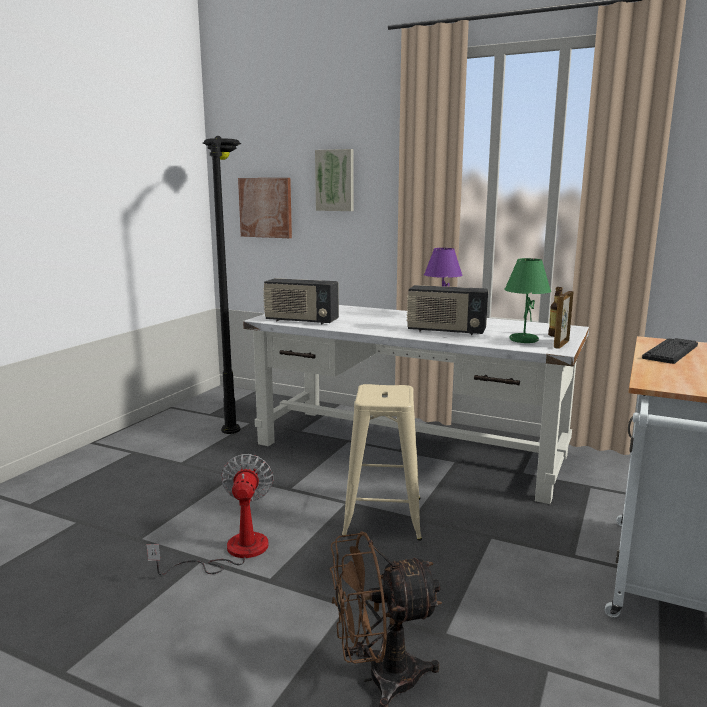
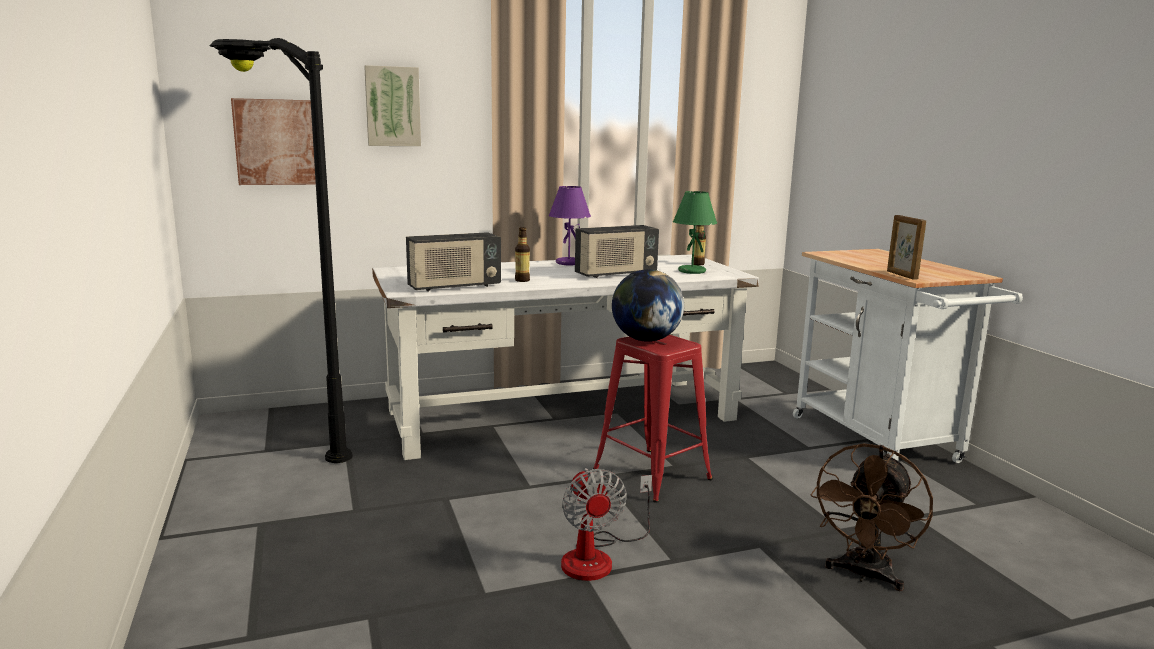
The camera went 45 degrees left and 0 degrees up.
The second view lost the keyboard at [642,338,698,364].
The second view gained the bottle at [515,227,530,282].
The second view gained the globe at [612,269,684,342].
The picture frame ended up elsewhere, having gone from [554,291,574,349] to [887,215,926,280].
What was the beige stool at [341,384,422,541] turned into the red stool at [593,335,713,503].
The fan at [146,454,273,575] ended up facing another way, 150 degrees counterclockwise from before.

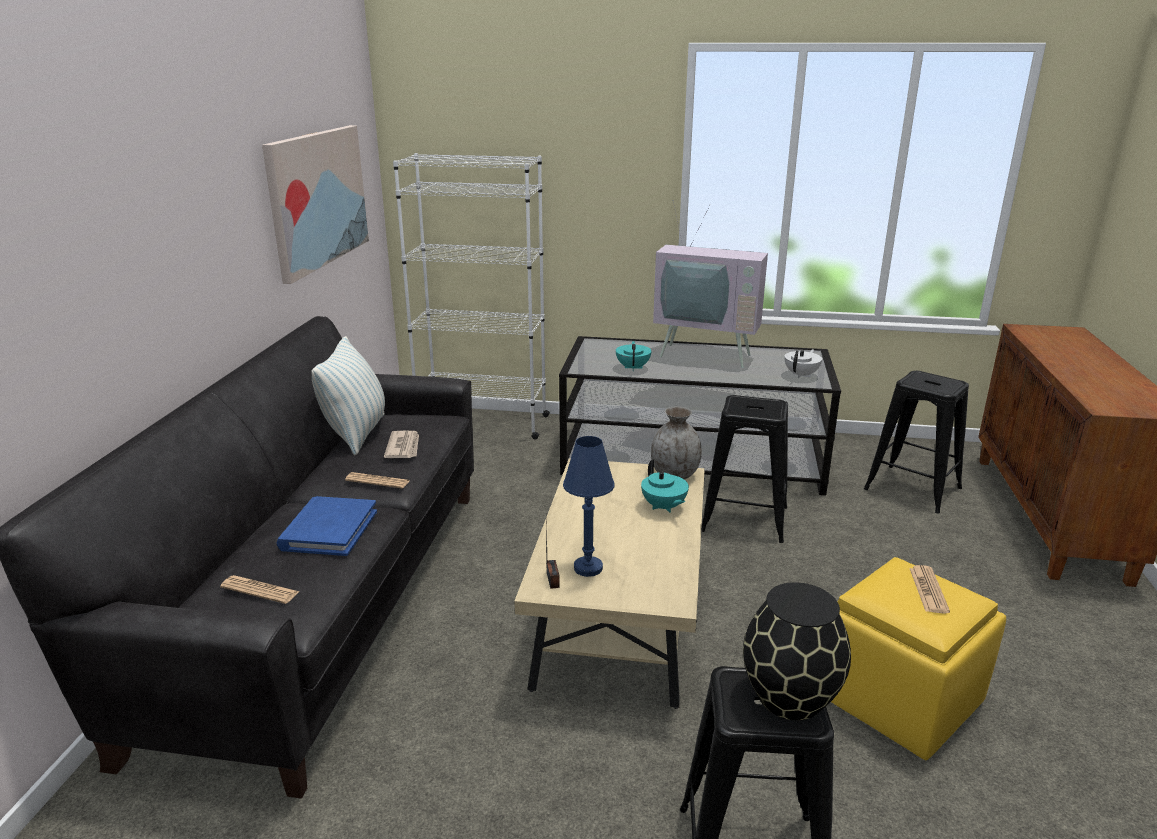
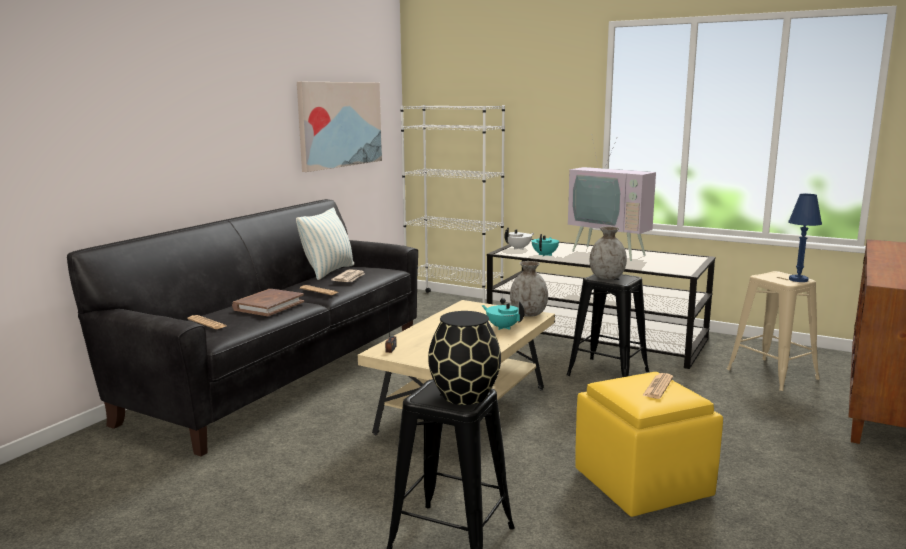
The camera went 20 degrees right and 10 degrees down.
The second view gained the grey vase at [590,226,627,279].
The blue table lamp ended up elsewhere, having gone from [563,436,615,577] to [788,194,822,282].
The white teapot ended up elsewhere, having gone from [784,349,822,378] to [504,227,534,250].
What was the blue book at [276,496,377,556] turned into the brown book at [232,289,304,316].
What was the black stool at [864,371,969,514] turned into the beige stool at [727,271,820,391].
The turquoise teapot at [641,460,689,513] ended up facing another way, 135 degrees clockwise from before.

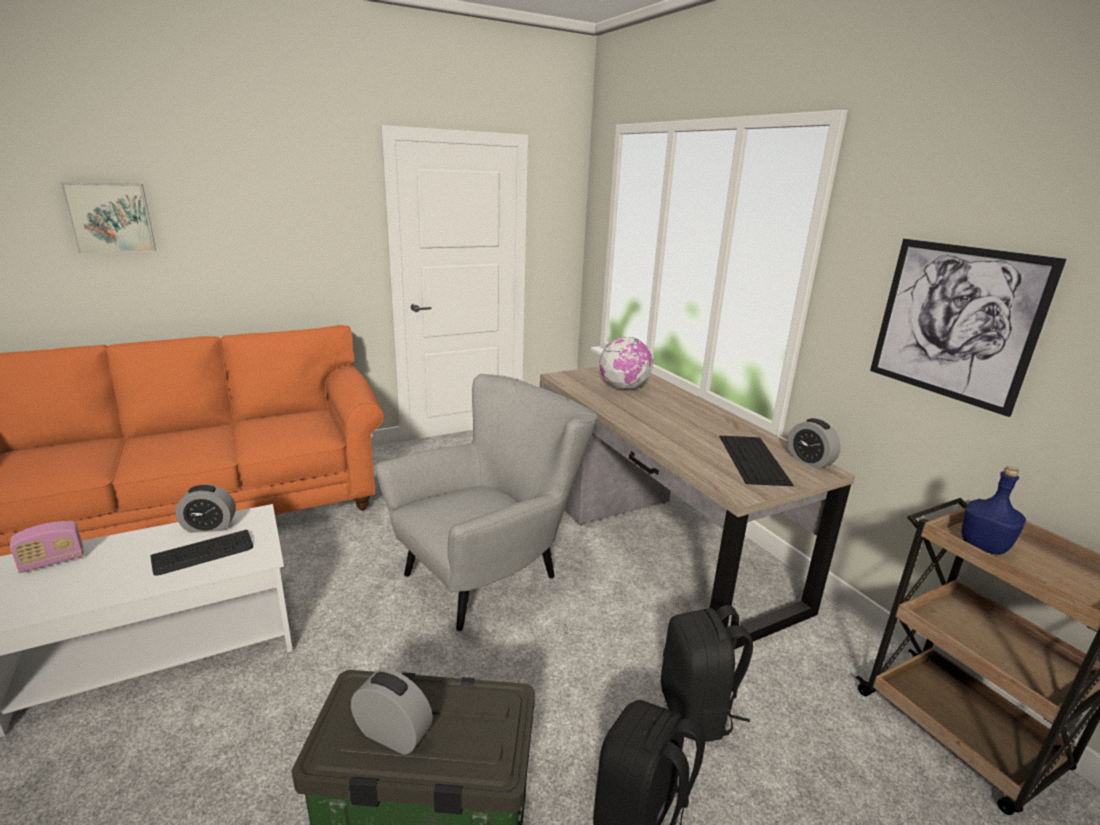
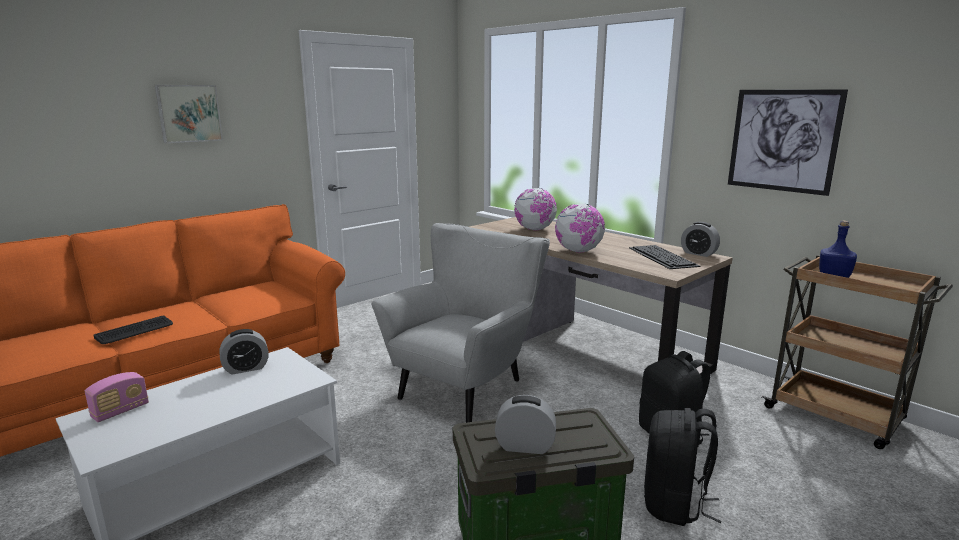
The camera went 15 degrees left and 5 degrees down.
The second view gained the globe at [555,204,605,252].
The picture ended up elsewhere, having gone from [60,182,156,253] to [155,85,223,143].
The keyboard ended up elsewhere, having gone from [151,530,253,575] to [94,316,173,344].

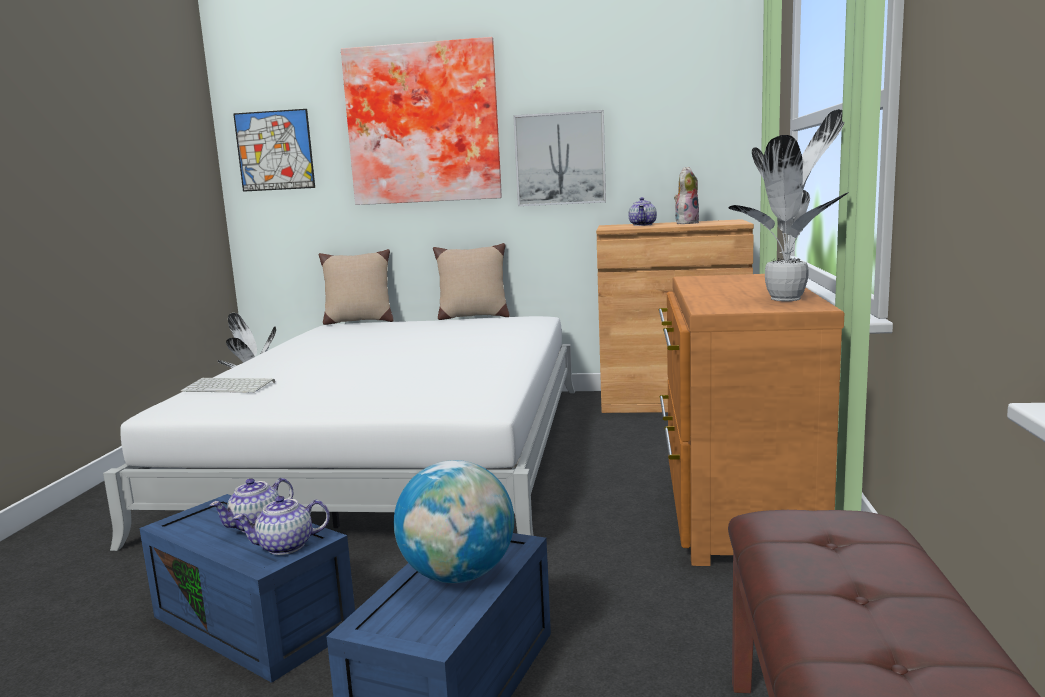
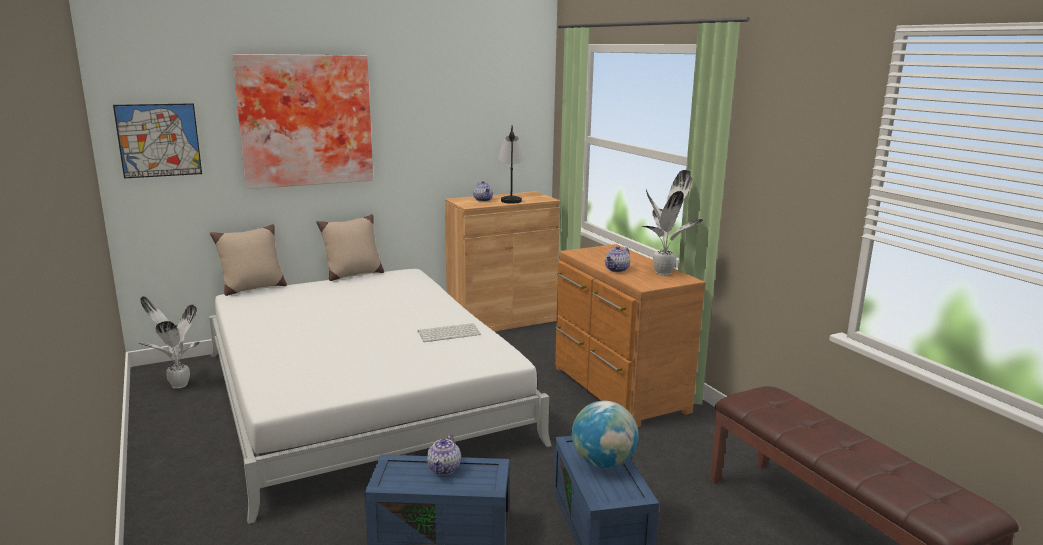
The camera went 35 degrees left and 5 degrees up.
The second view lost the picture at [513,110,606,206].
The keyboard ended up elsewhere, having gone from [181,378,275,393] to [418,323,481,342].
The teapot ended up elsewhere, having gone from [233,496,330,555] to [605,246,630,272].
Where the plush toy stood at [674,167,699,224], the table lamp came to stand at [498,125,525,204].

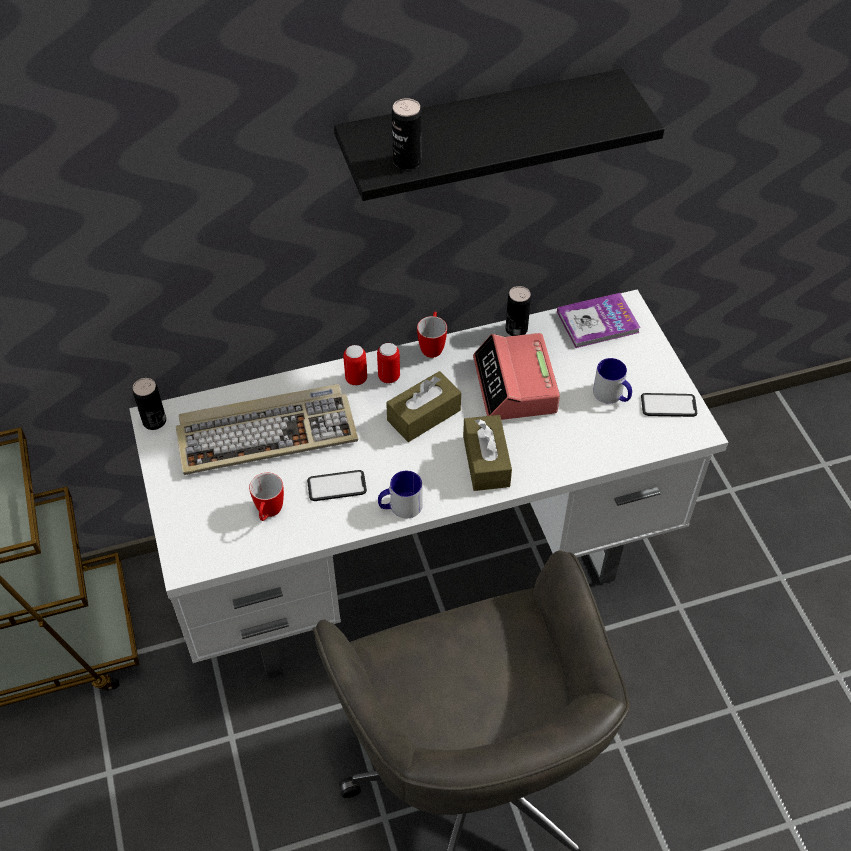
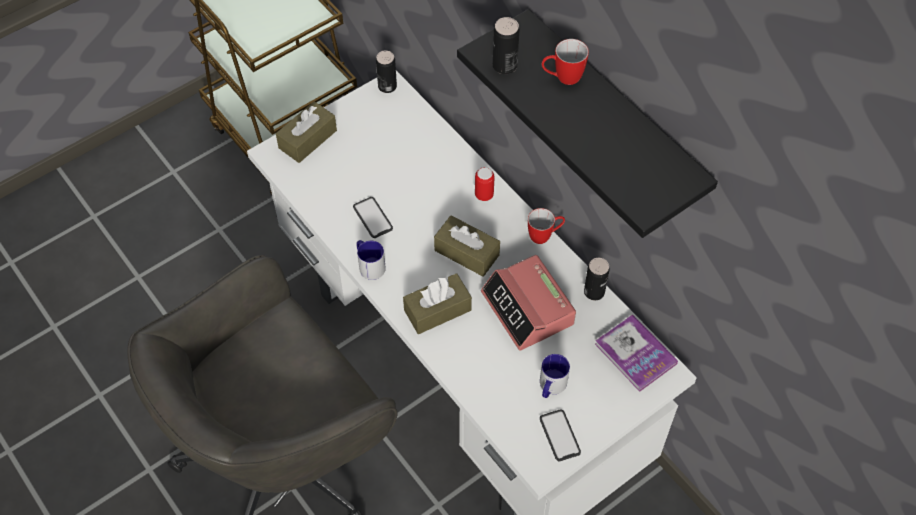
The camera went 70 degrees right and 5 degrees up.
The second view lost the keyboard at [176,384,358,475].
The second view lost the can at [377,343,400,383].
The second view gained the brown tissue box at [276,101,337,163].
The mug ended up elsewhere, having gone from [249,473,284,521] to [542,39,589,85].
The alarm clock at [473,333,560,420] ended up facing another way, 90 degrees counterclockwise from before.

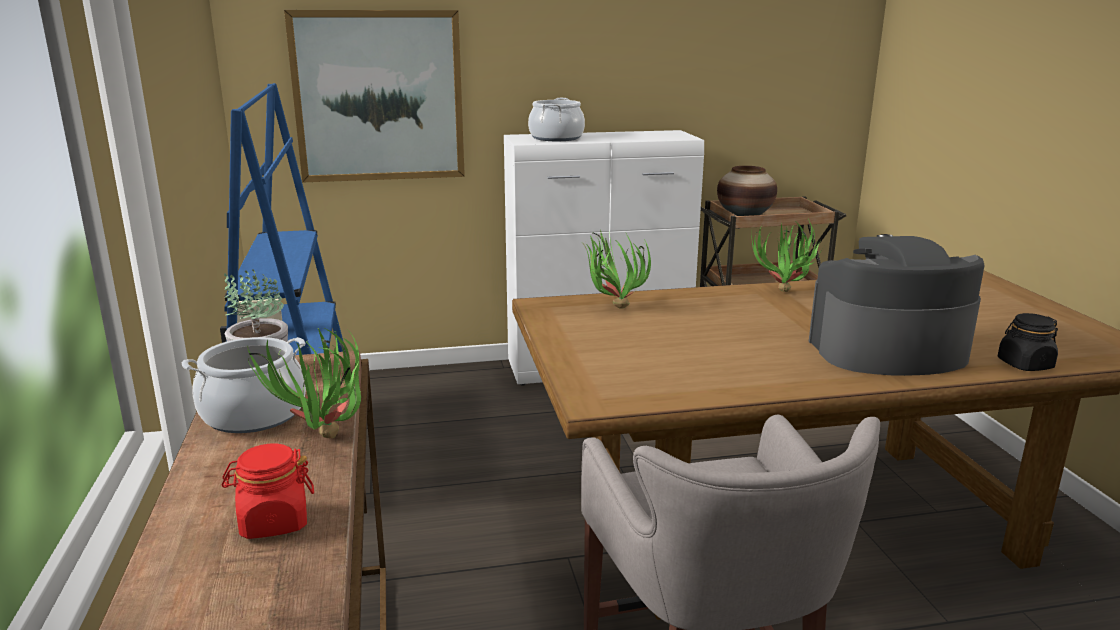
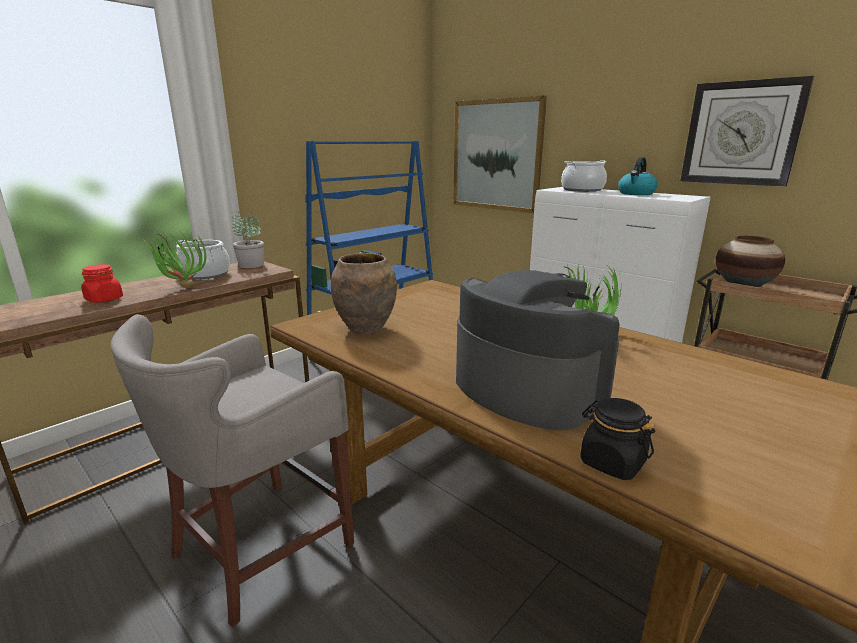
The camera went 55 degrees right and 0 degrees up.
The second view lost the potted plant at [584,228,651,309].
The second view gained the brown vase at [330,253,397,334].
The second view gained the kettle at [618,157,658,195].
The second view gained the wall clock at [681,76,814,187].

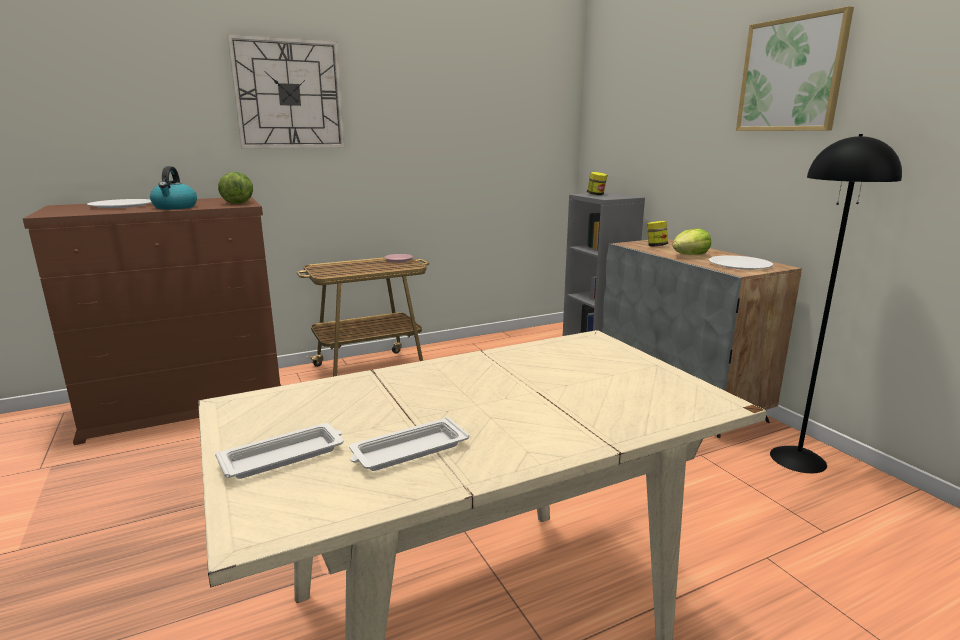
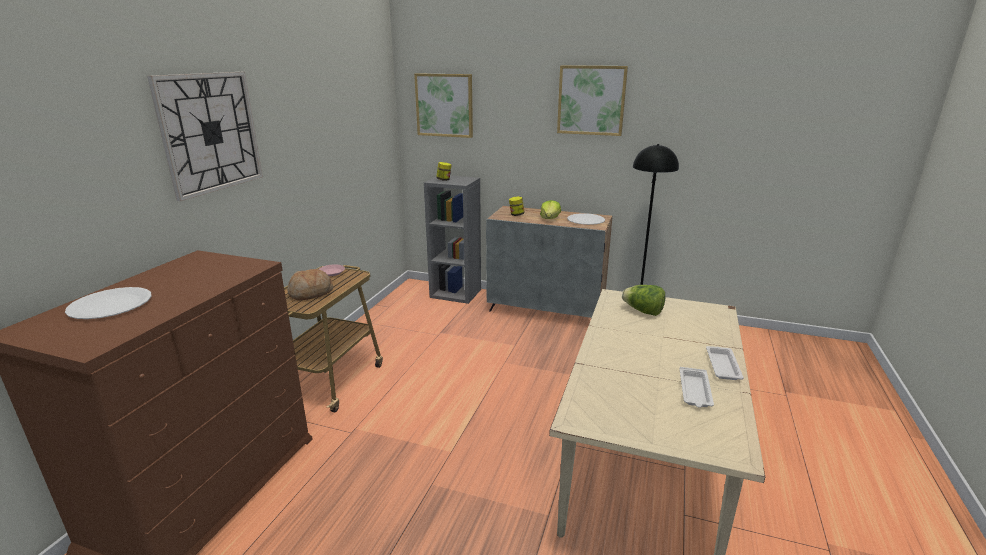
The camera went 45 degrees left and 5 degrees up.
The second view lost the kettle at [150,166,197,209].
The second view gained the bread at [287,269,333,300].
The second view gained the picture at [414,73,473,138].
The white tray ended up elsewhere, having gone from [215,423,343,479] to [706,346,744,380].
The lettuce ended up elsewhere, having gone from [218,172,253,204] to [622,285,665,316].

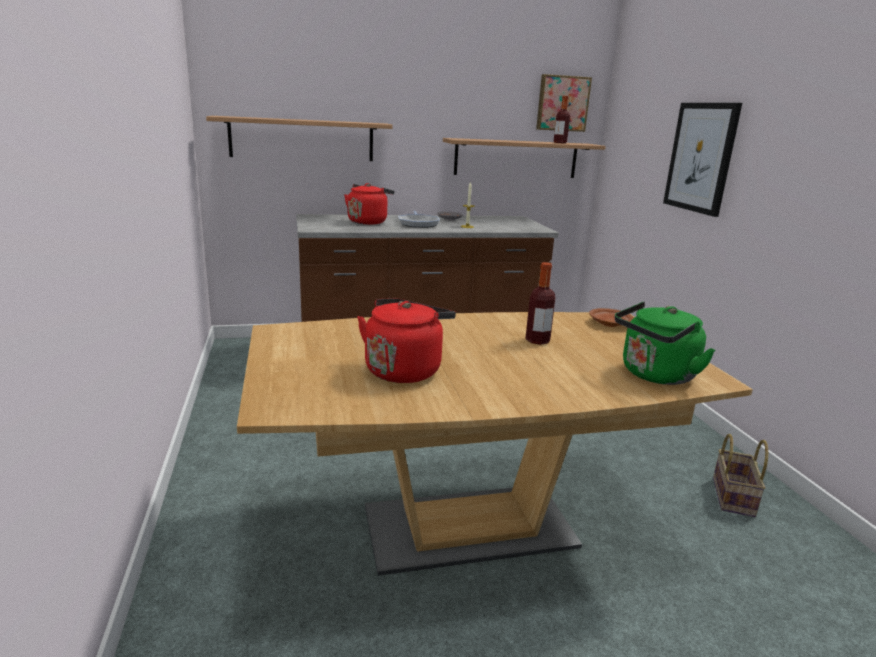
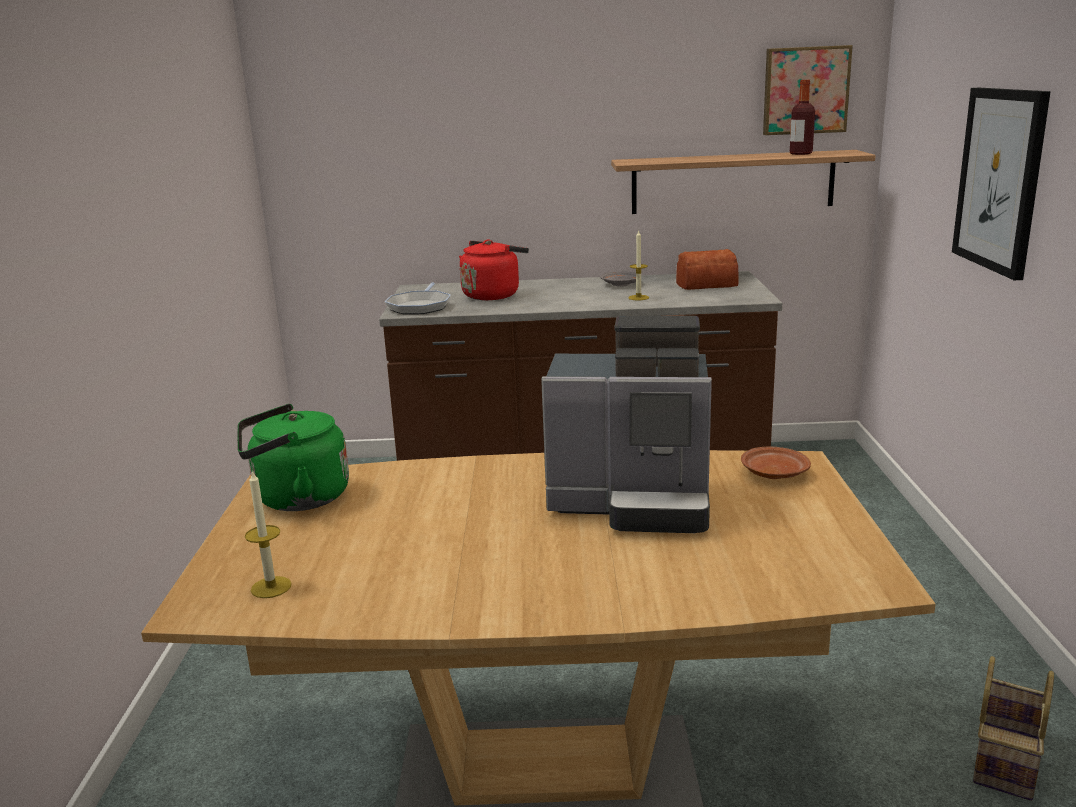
The camera went 15 degrees right and 0 degrees up.
The second view lost the shelf at [206,116,393,161].
The second view lost the red kettle at [357,298,456,383].
The second view gained the candle at [245,470,292,598].
The second view gained the bread at [676,249,739,290].
The frying pan ended up elsewhere, having gone from [398,211,440,228] to [385,282,451,315].
The green kettle ended up elsewhere, having gone from [615,302,715,385] to [238,404,349,511].
Where the bottle stood at [525,262,556,345], the coffee machine came to stand at [541,316,712,533].

